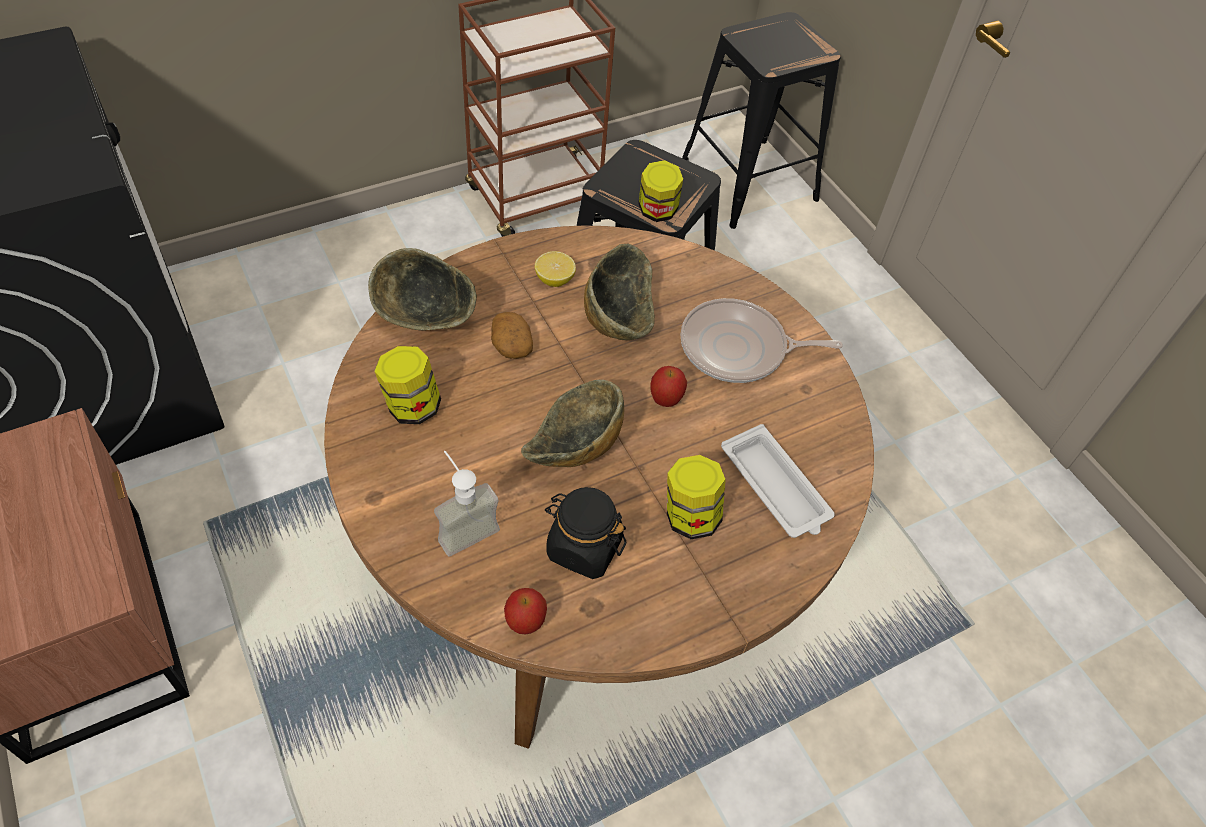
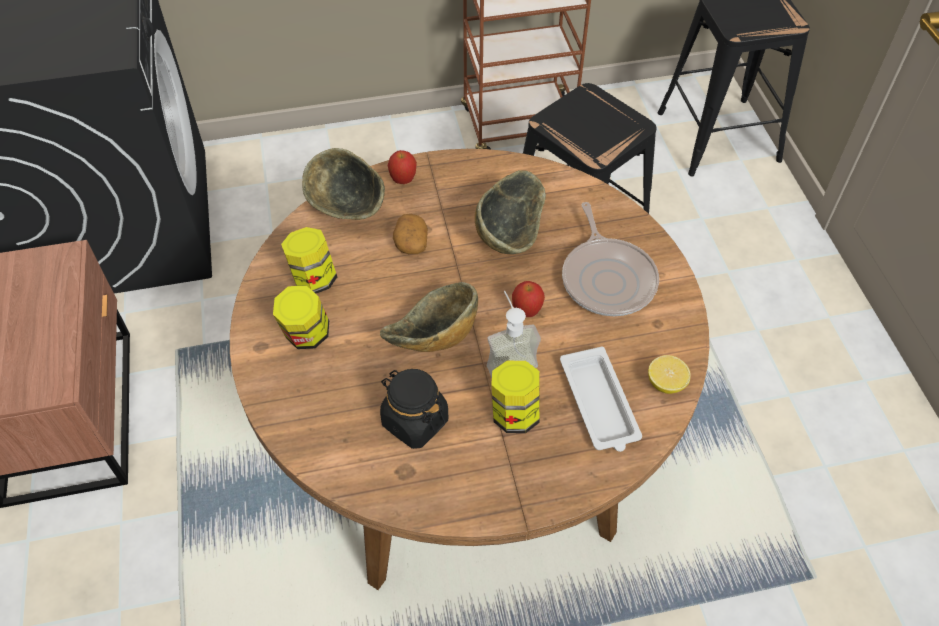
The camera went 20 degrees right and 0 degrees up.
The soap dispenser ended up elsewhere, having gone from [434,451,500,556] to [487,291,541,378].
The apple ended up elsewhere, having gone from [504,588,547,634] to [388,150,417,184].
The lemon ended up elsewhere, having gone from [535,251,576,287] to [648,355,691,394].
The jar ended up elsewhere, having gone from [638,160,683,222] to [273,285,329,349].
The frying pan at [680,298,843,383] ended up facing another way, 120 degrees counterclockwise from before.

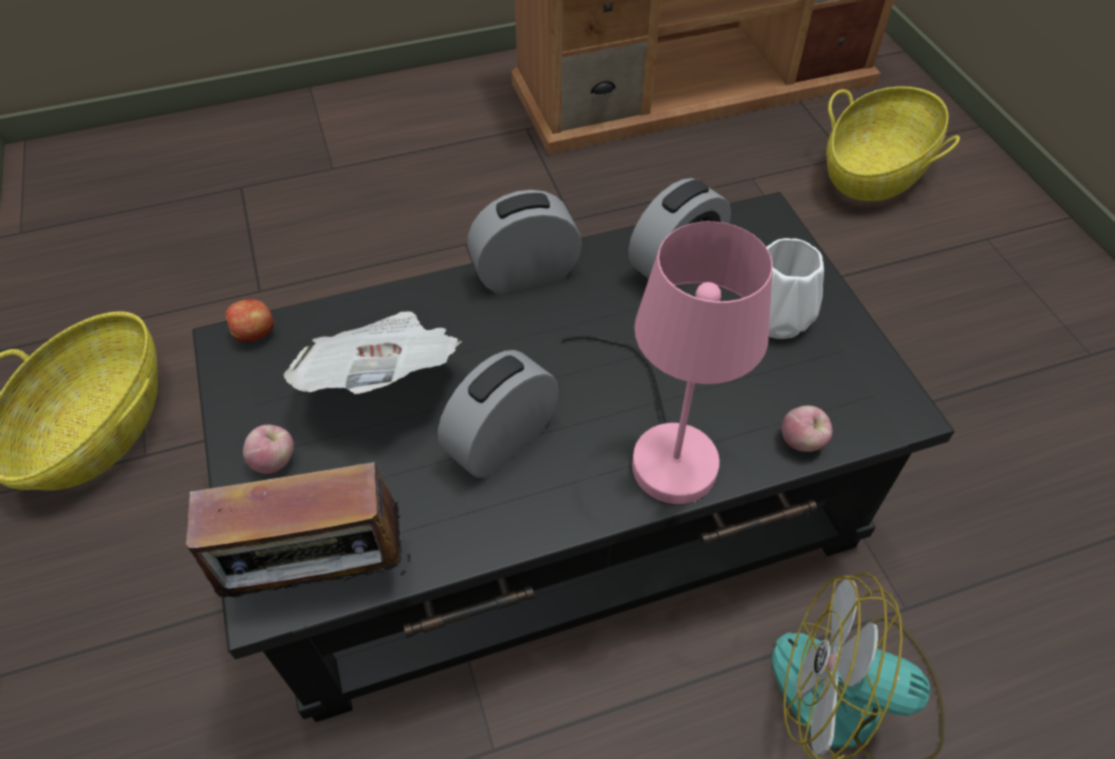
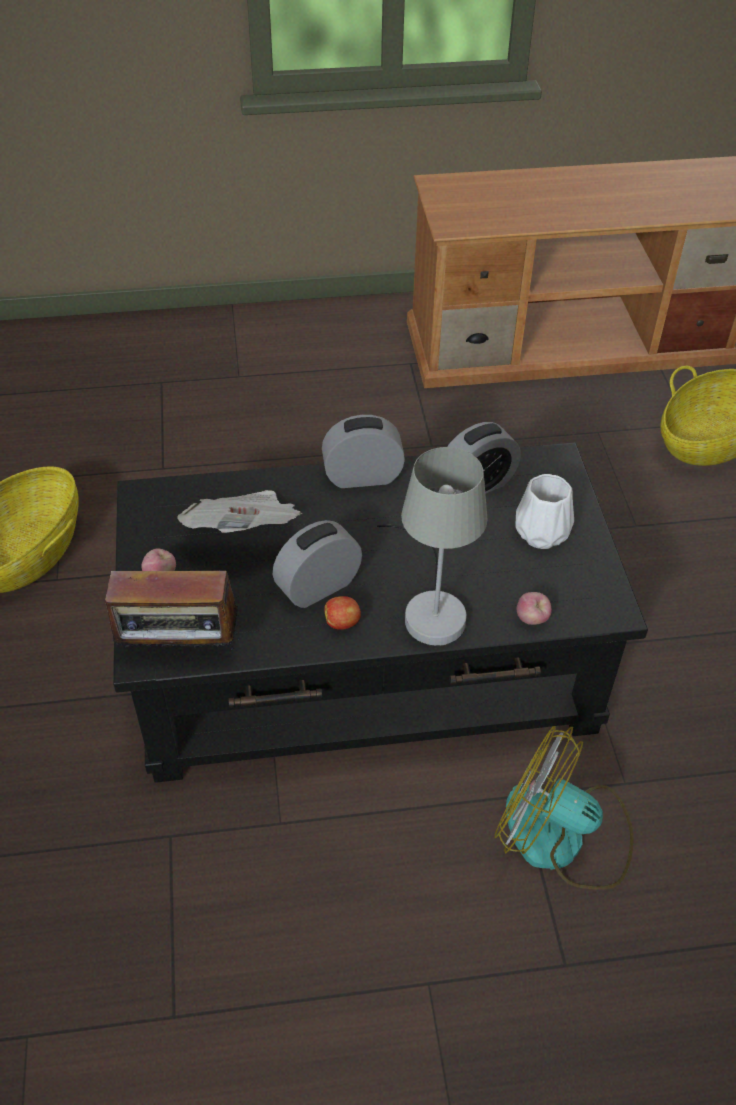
The camera went 10 degrees right and 5 degrees down.
The apple ended up elsewhere, having gone from [226,299,274,342] to [324,596,361,630].
What was the pink table lamp at [561,221,773,505] turned into the grey table lamp at [377,447,487,646].

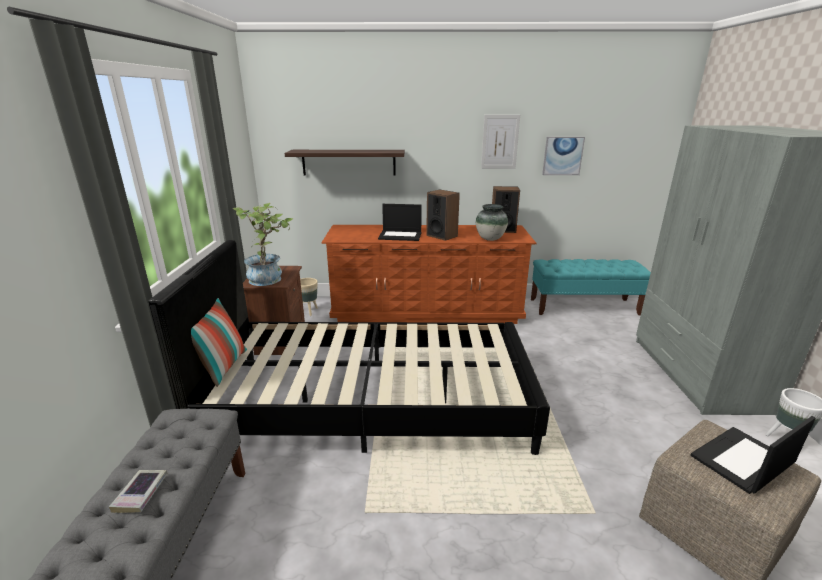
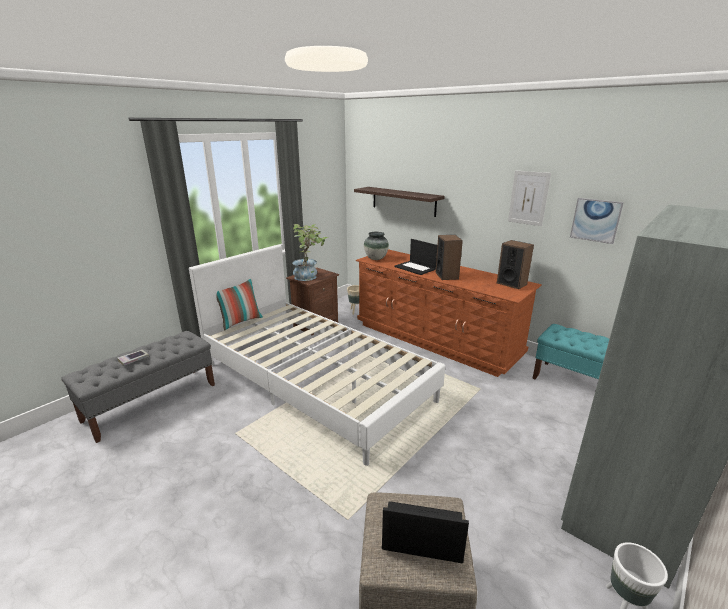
The camera went 40 degrees right and 0 degrees up.
The vase ended up elsewhere, having gone from [476,204,508,241] to [364,232,389,260].
What was the black bed at [149,240,550,455] turned into the white bed at [189,245,445,466].

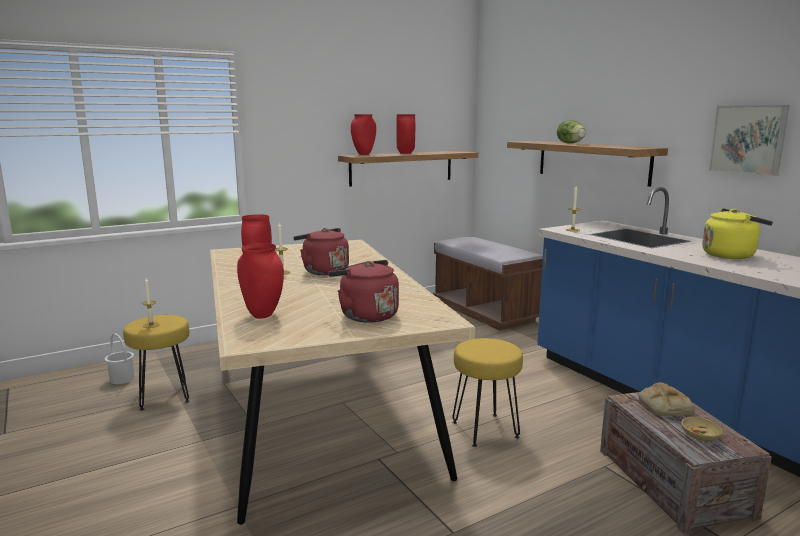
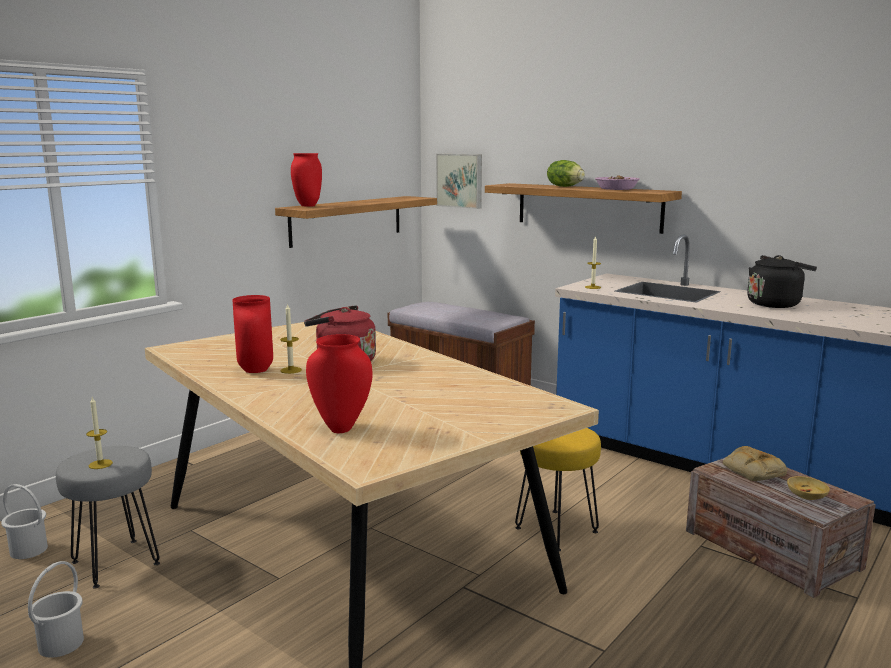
The camera went 20 degrees left and 0 degrees up.
The second view lost the red kettle at [328,260,399,323].
The second view lost the red vase at [396,114,415,154].
The second view gained the white bucket at [28,561,84,658].
The second view gained the bowl at [595,175,640,190].
The picture ended up elsewhere, having gone from [709,105,790,176] to [436,154,482,209].
What was the yellow stool at [123,315,190,411] turned into the grey stool at [56,446,160,589].
What was the yellow kettle at [702,208,773,259] turned into the black kettle at [747,255,817,308].

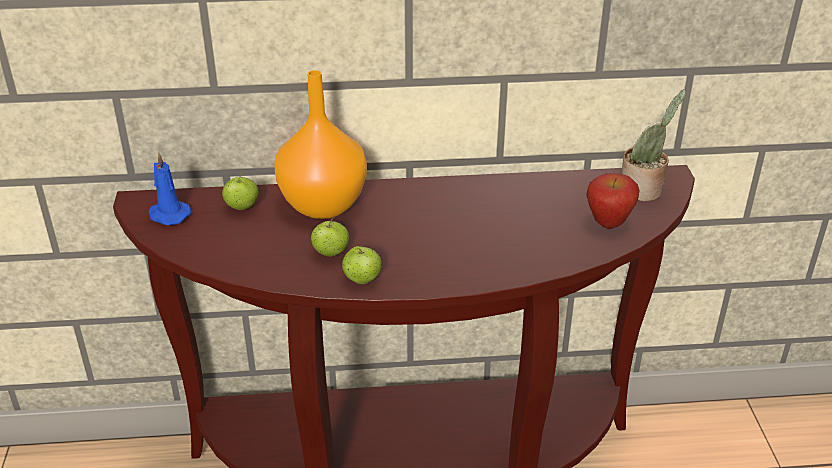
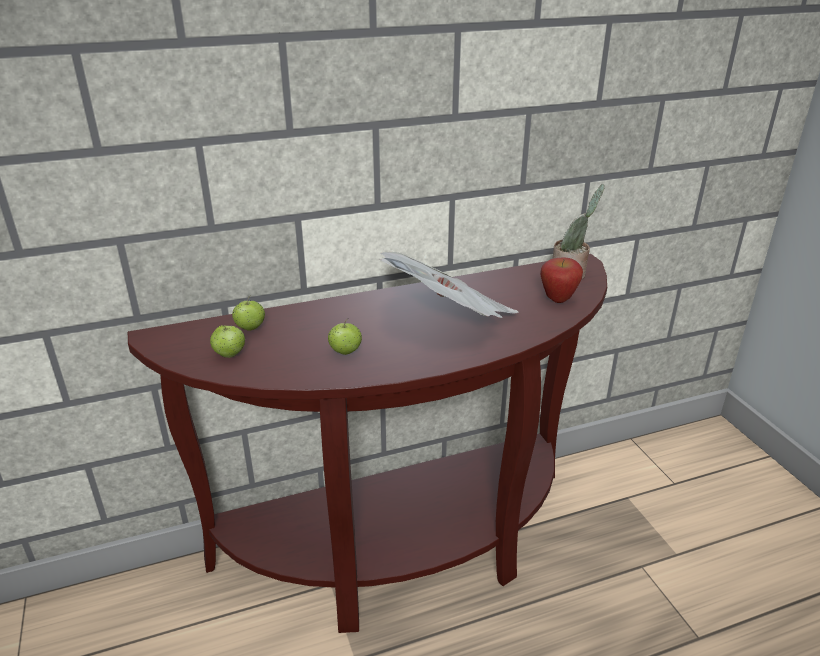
The camera went 15 degrees left and 5 degrees down.
The second view lost the blue candle at [149,152,191,225].
The second view lost the orange vase at [274,70,367,219].
The second view gained the newspaper at [379,252,518,318].
The apple ended up elsewhere, having gone from [342,246,382,284] to [210,325,245,358].

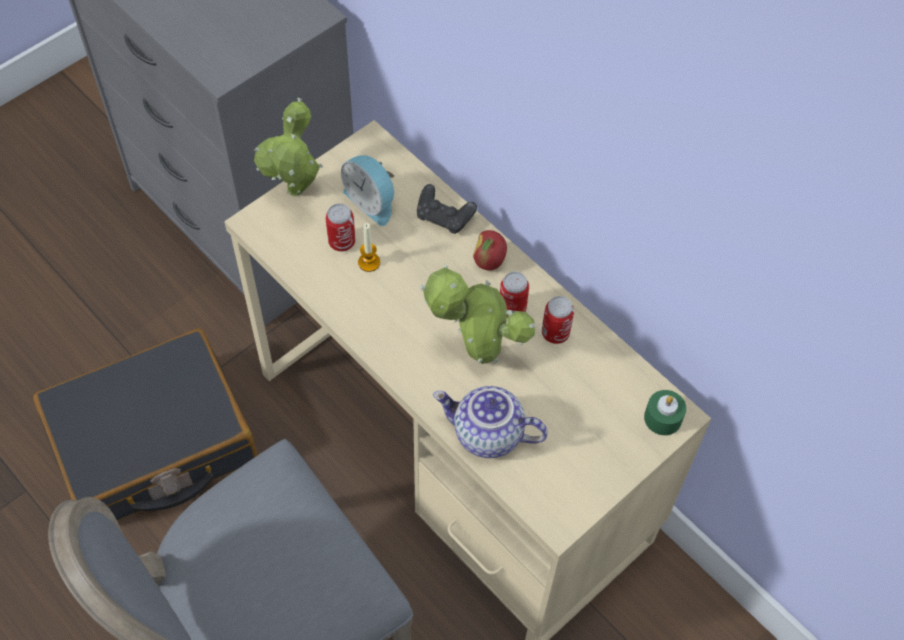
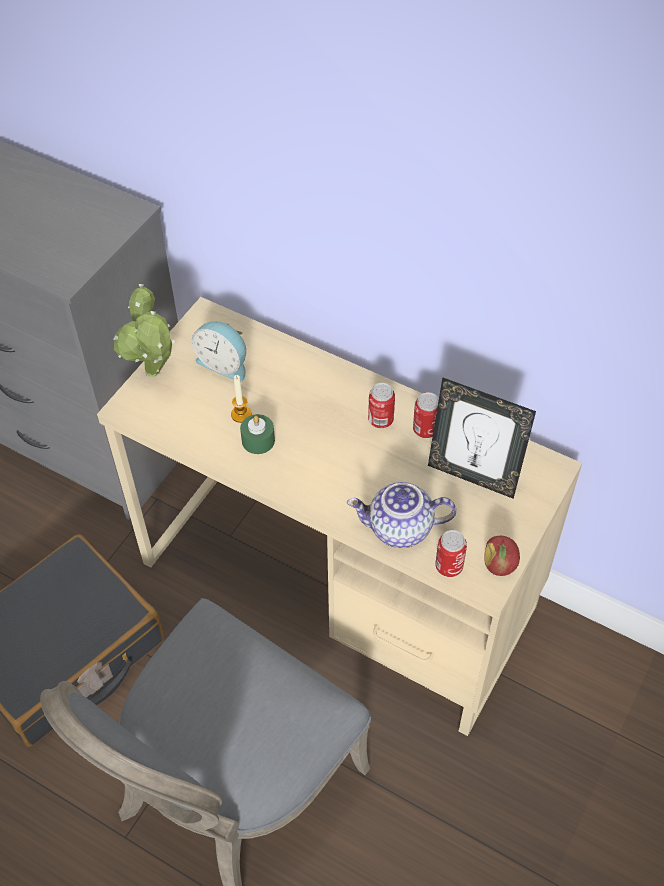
The camera went 15 degrees left and 5 degrees down.
The second view lost the black game controller at [417,184,477,234].
The second view lost the potted plant at [420,264,535,364].
The second view gained the picture frame at [428,377,536,499].
The can ended up elsewhere, having gone from [326,203,356,251] to [435,530,467,577].
The apple ended up elsewhere, having gone from [473,230,507,270] to [484,536,520,576].
The green candle ended up elsewhere, having gone from [644,390,686,435] to [240,414,275,454].

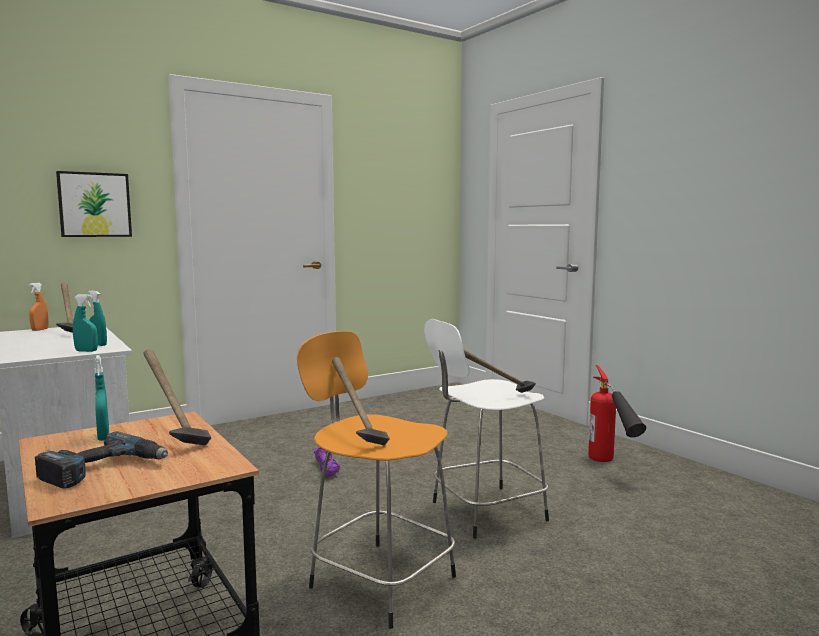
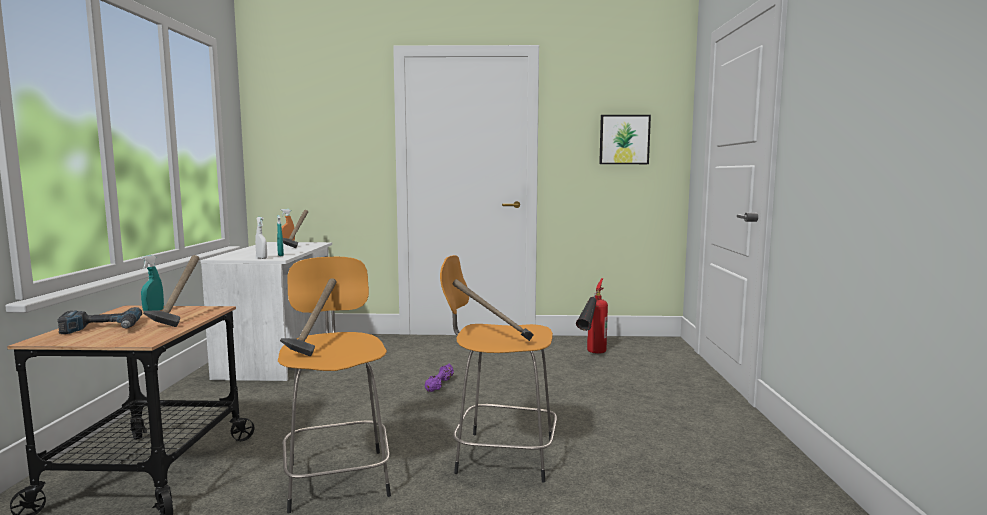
The camera went 35 degrees right and 0 degrees up.
The picture ended up elsewhere, having gone from [56,171,132,237] to [599,115,651,164].
The fire extinguisher ended up elsewhere, having gone from [588,365,646,462] to [576,278,608,354].
What was the turquoise spray bottle at [73,294,98,352] turned into the white spray bottle at [255,217,267,259].
What was the white stool at [424,319,549,539] turned into the orange stool at [440,255,557,483].

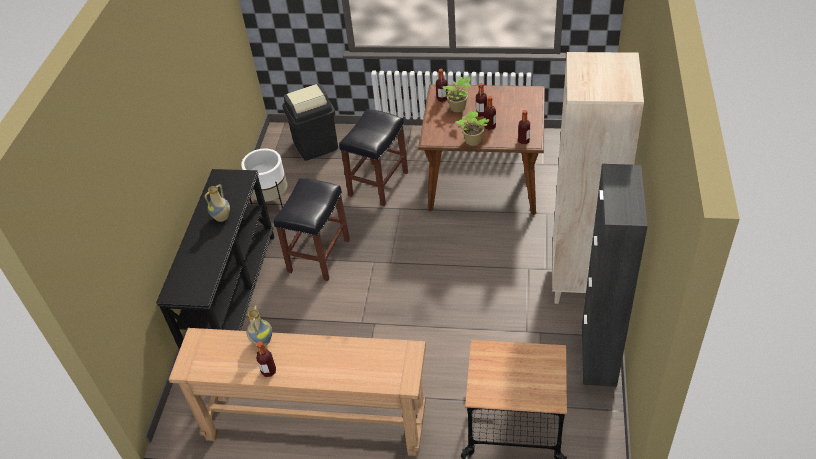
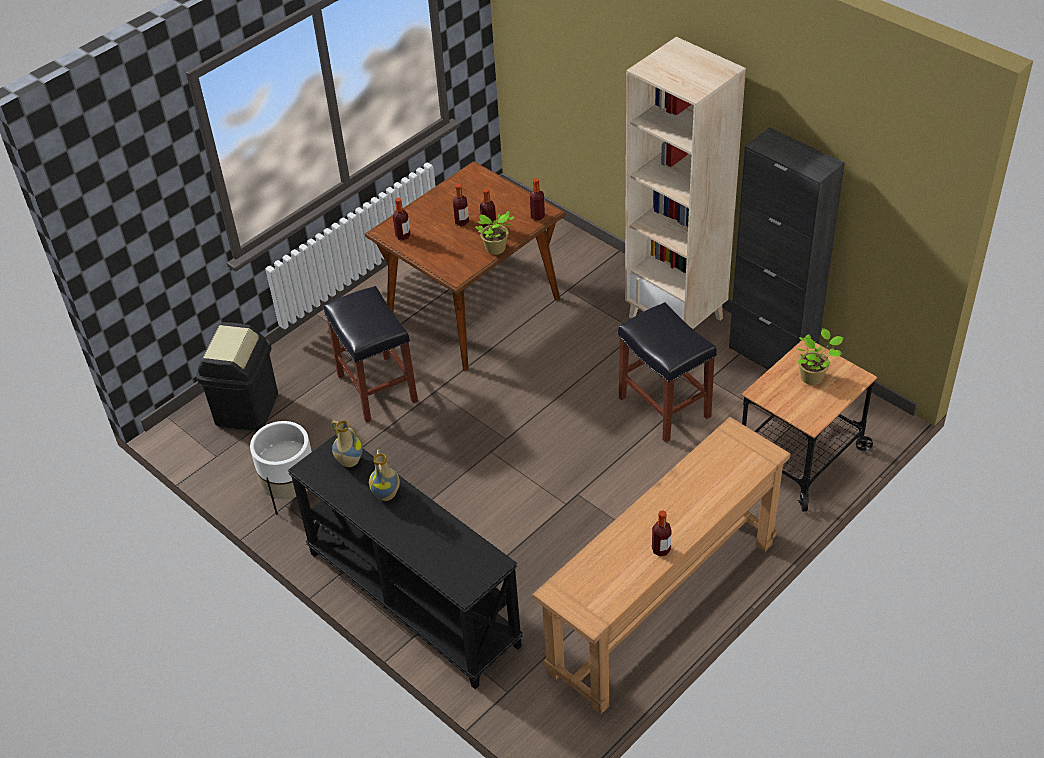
The camera went 55 degrees left and 0 degrees up.
The vase ended up elsewhere, having gone from [247,306,272,346] to [332,421,363,467].
The black stool ended up elsewhere, having gone from [274,178,350,281] to [618,302,717,443].
The potted plant ended up elsewhere, having gone from [442,76,471,112] to [797,328,844,385].

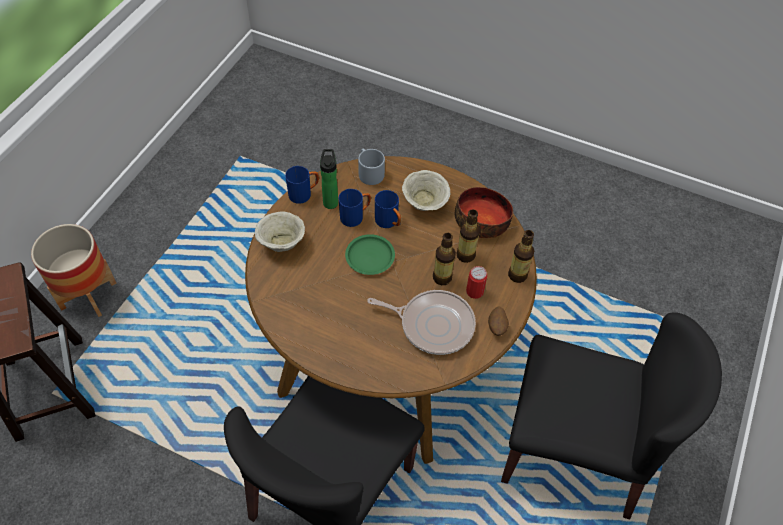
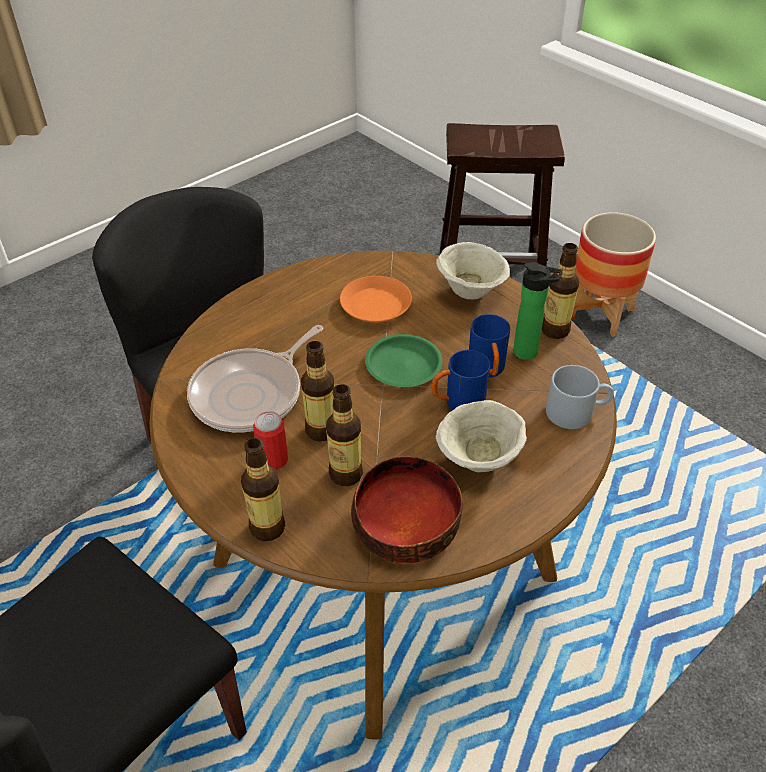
The camera went 115 degrees right and 10 degrees down.
The second view lost the potato at [488,307,509,336].
The second view gained the orange plate at [340,276,412,323].
Where the blue mug stood at [285,166,319,204], the bottle came to stand at [542,243,579,339].

